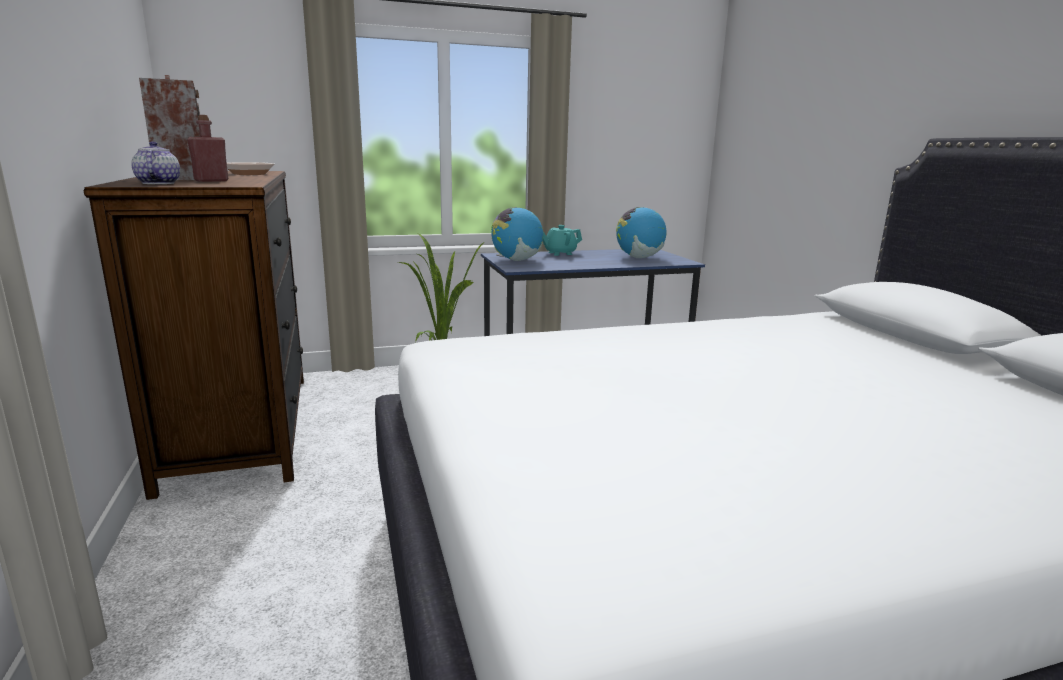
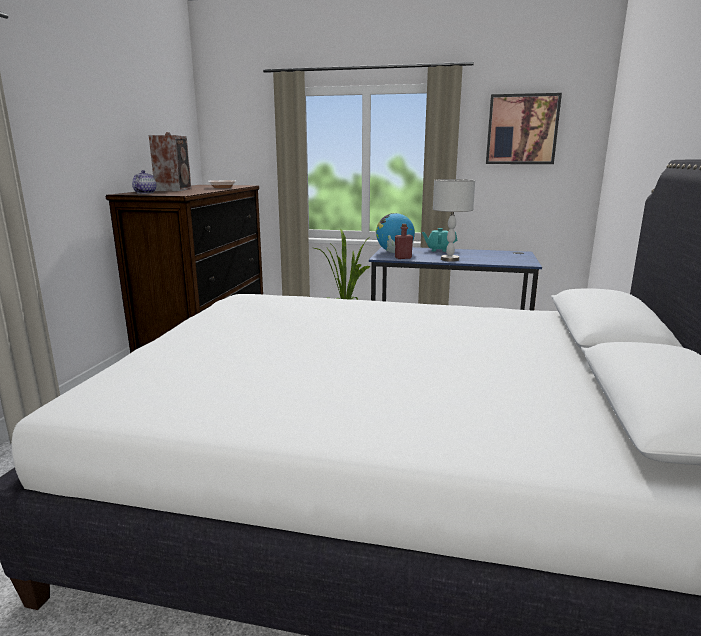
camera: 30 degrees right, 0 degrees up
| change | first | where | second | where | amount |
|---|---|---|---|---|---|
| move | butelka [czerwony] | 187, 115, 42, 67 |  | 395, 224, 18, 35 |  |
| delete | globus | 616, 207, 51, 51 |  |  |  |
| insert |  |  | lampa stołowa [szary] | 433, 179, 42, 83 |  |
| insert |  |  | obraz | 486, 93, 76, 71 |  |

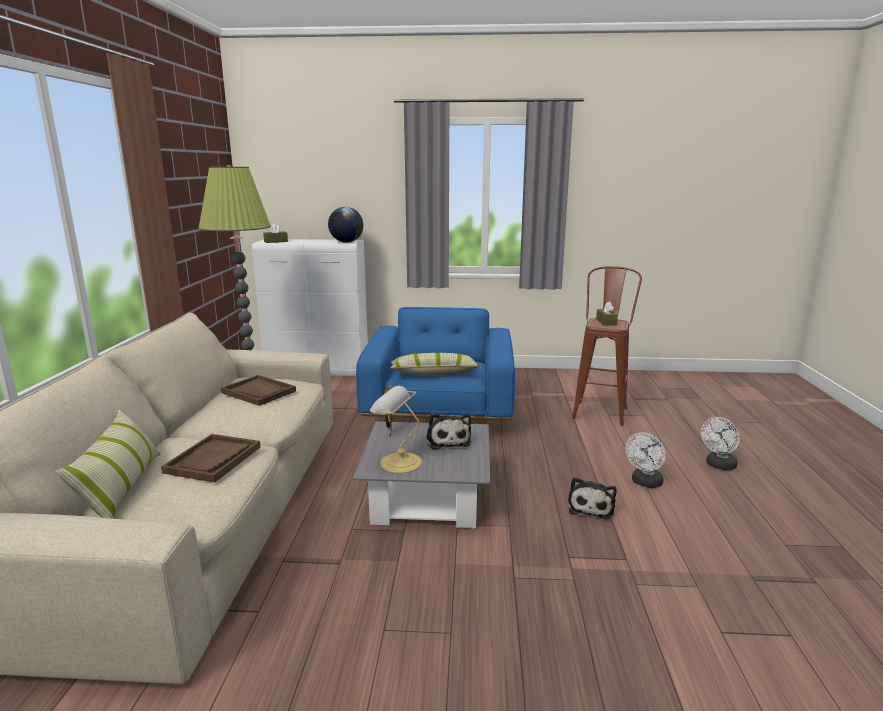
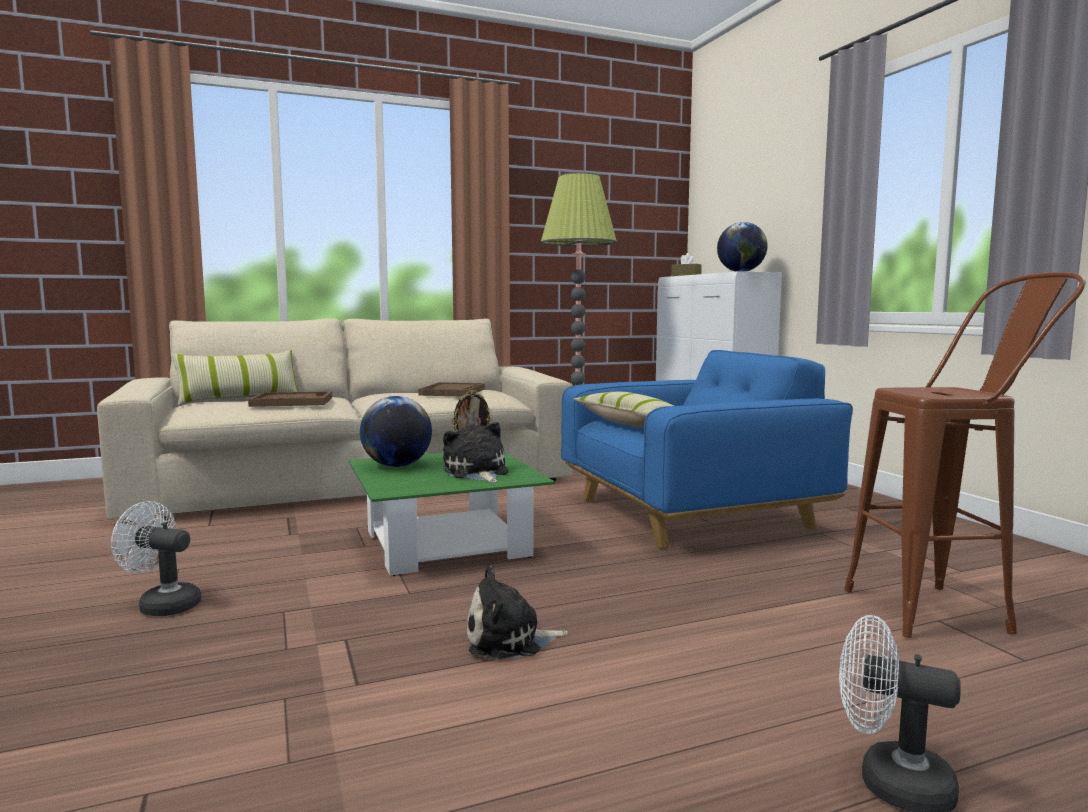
camera: 65 degrees right, 10 degrees down
| change | first | where | second | where | amount |
|---|---|---|---|---|---|
| recolor | ława [szary] | 353, 422, 137, 106 | ława [zielony] | 349, 452, 206, 124 |  |
| replace | lampa stołowa | 370, 386, 52, 87 | globus | 360, 396, 72, 71 |  |
| rotate | pluszak | 426, 413, 45, 37 |  | 443, 422, 65, 61 | 105 degrees clockwise |
| delete | pudełko chusteczek [brązowy] | 596, 302, 22, 24 |  |  |  |
| move | wentylator [biały] | 626, 432, 39, 56 |  | 111, 501, 90, 115 |  |

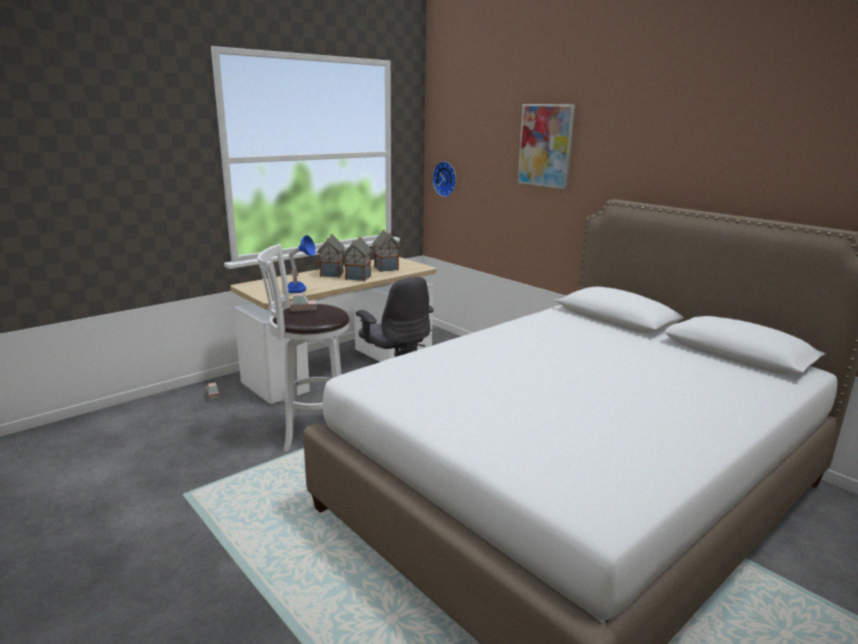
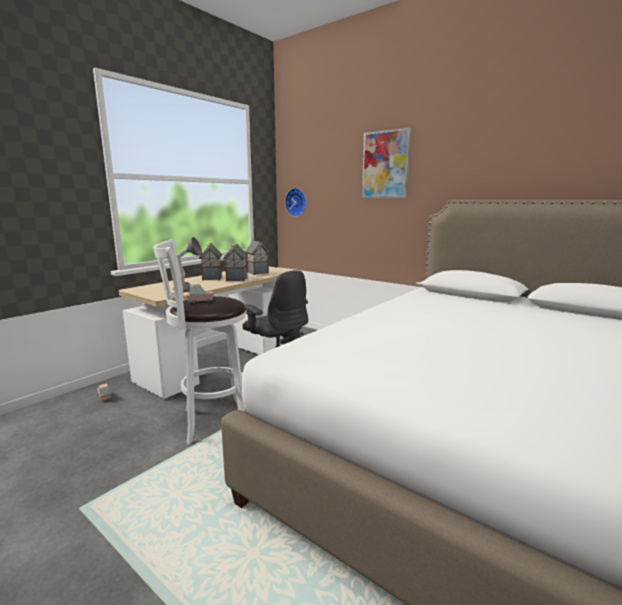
camera: 10 degrees left, 5 degrees down
| change | first | where | second | where | amount |
|---|---|---|---|---|---|
| recolor | lampa stołowa [niebieski] | 288, 235, 28, 58 | lampa stołowa [szary] | 173, 237, 29, 55 |  |

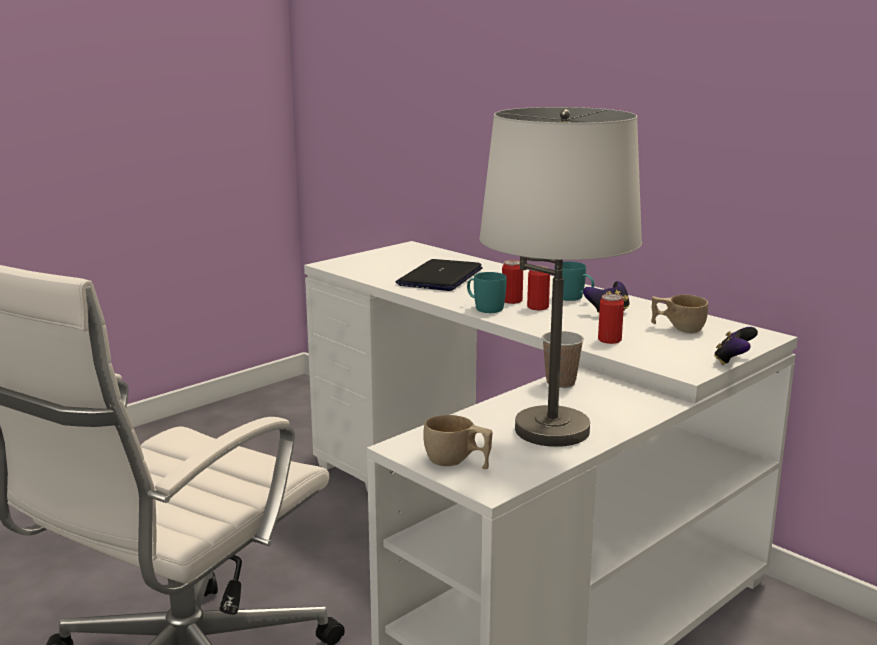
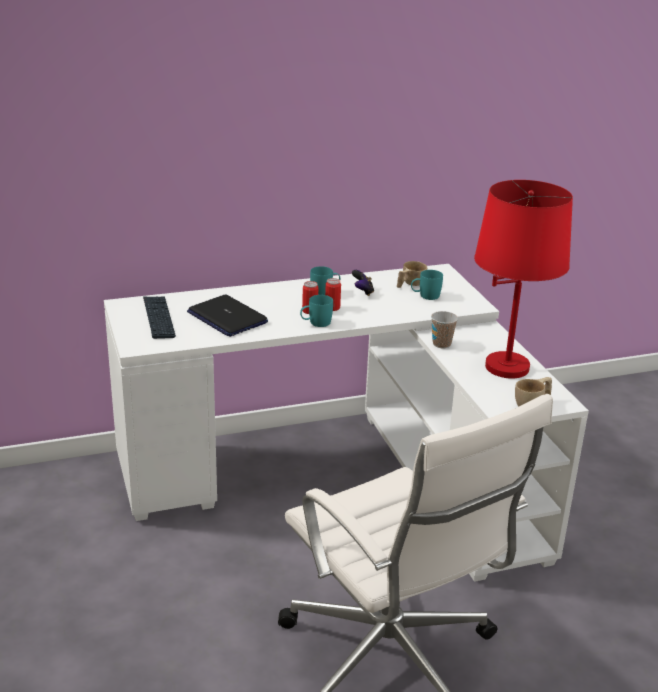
camera: 65 degrees left, 10 degrees up
| change | first | where | second | where | amount |
|---|---|---|---|---|---|
| recolor | lampa stołowa [biały] | 479, 107, 163, 340 | lampa stołowa [czerwony] | 474, 180, 99, 198 |  |
| delete | puszka | 598, 294, 26, 50 |  |  |  |
| delete | pad do gier | 714, 327, 44, 38 |  |  |  |
| insert |  |  | klawiatura | 143, 296, 33, 43 |  |
| insert |  |  | kubek [turkusowy] | 411, 270, 32, 30 |  |

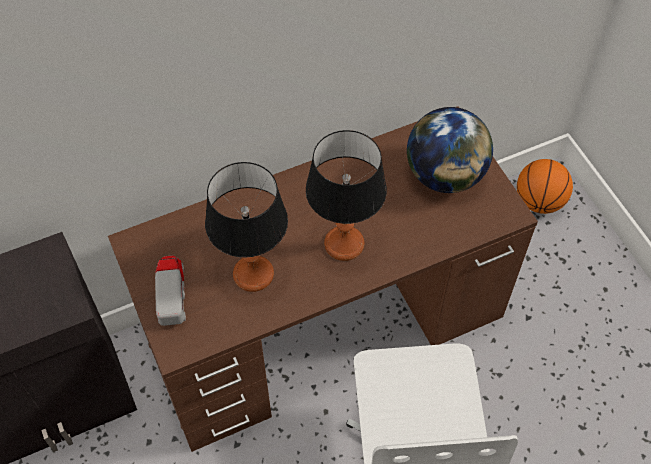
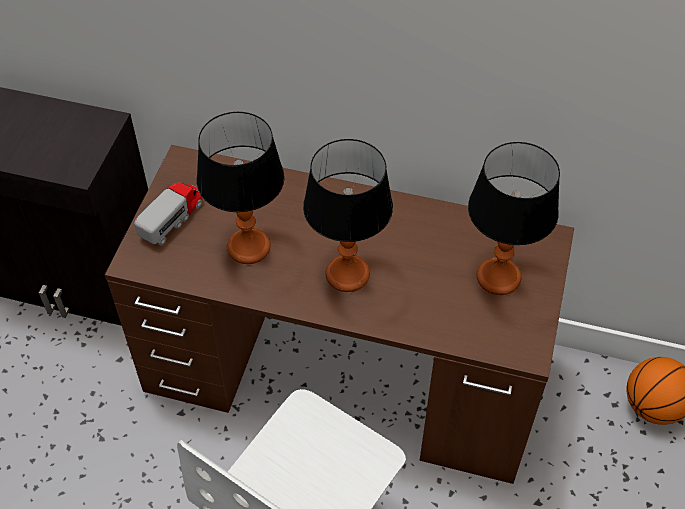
camera: 40 degrees right, 5 degrees down
| change | first | where | second | where | amount |
|---|---|---|---|---|---|
| replace | globus | 407, 107, 86, 86 | lampa stołowa | 468, 142, 92, 153 |  |

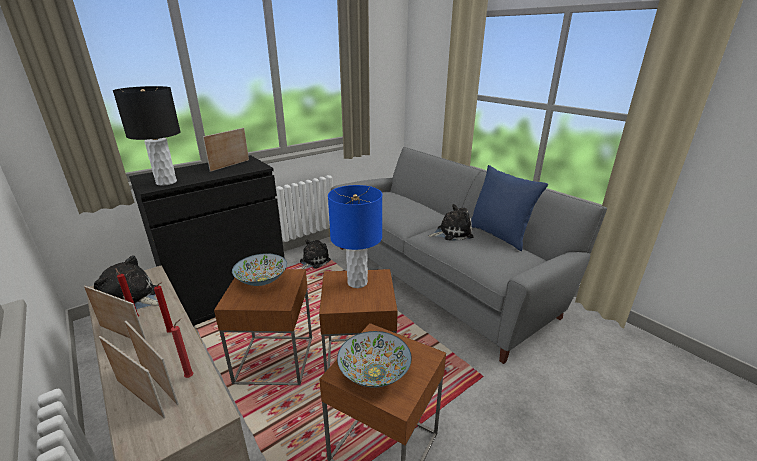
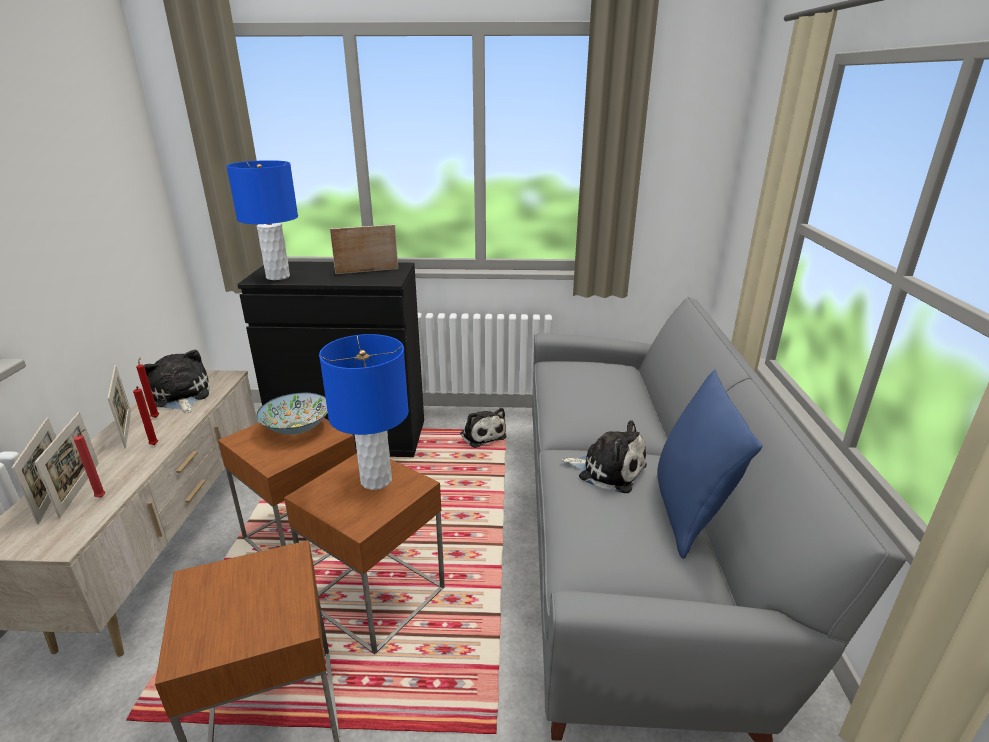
camera: 40 degrees right, 0 degrees up
| change | first | where | second | where | amount |
|---|---|---|---|---|---|
| recolor | lampa stołowa [czarny] | 113, 86, 68, 100 | lampa stołowa [niebieski] | 227, 160, 71, 120 |  |
| rotate | pluszak | 300, 240, 31, 29 |  | 460, 408, 47, 40 | 75 degrees clockwise |
| delete | miska | 337, 331, 75, 57 |  |  |  |

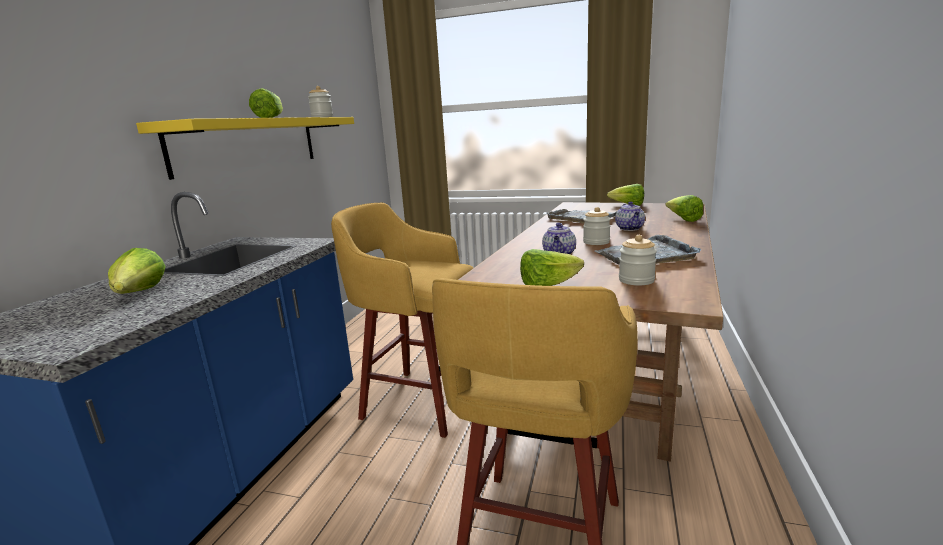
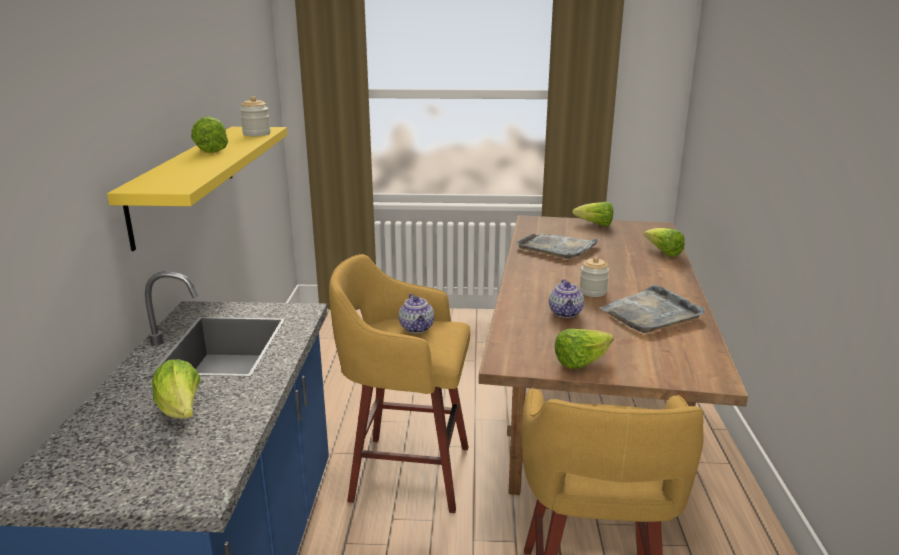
camera: 15 degrees left, 5 degrees up
| change | first | where | second | where | amount |
|---|---|---|---|---|---|
| move | imbryk | 615, 201, 30, 30 |  | 399, 294, 35, 39 |  |
| delete | słoik | 619, 235, 38, 50 |  |  |  |

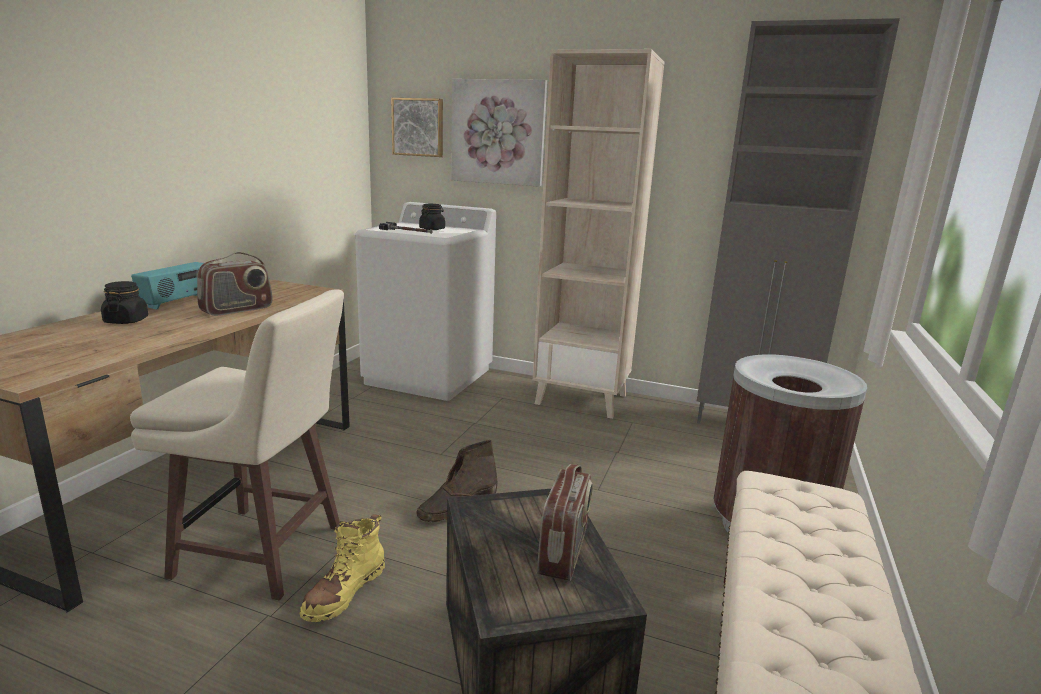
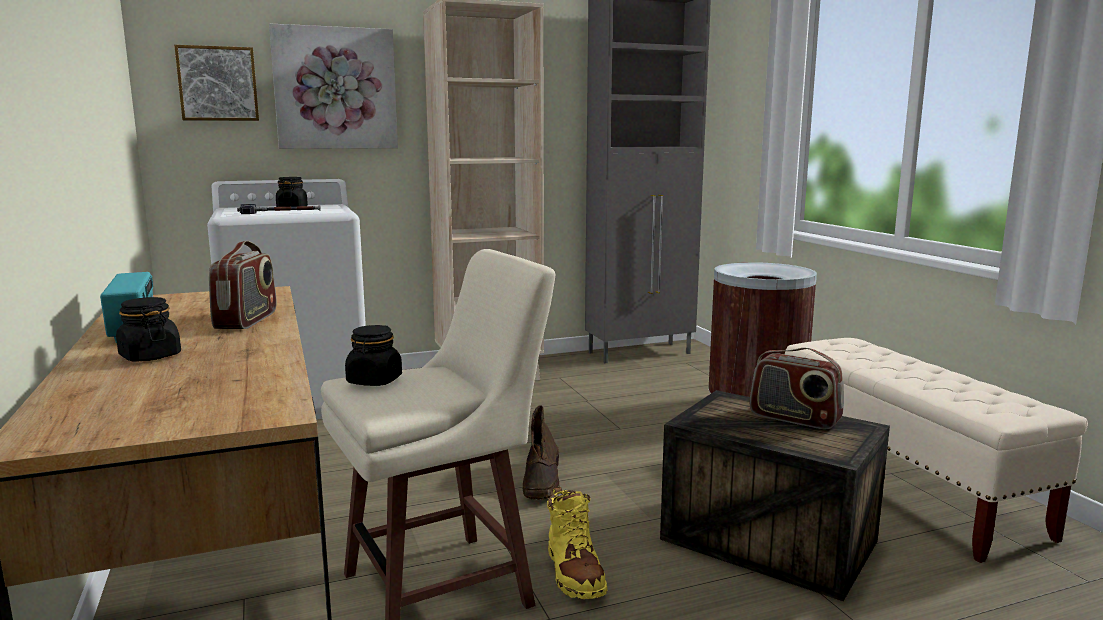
camera: 40 degrees left, 5 degrees down
| change | first | where | second | where | amount |
|---|---|---|---|---|---|
| rotate | radio | 537, 464, 55, 117 |  | 750, 348, 94, 81 | 150 degrees clockwise |
| insert |  |  | słoik [czarny] | 345, 325, 57, 61 |  |

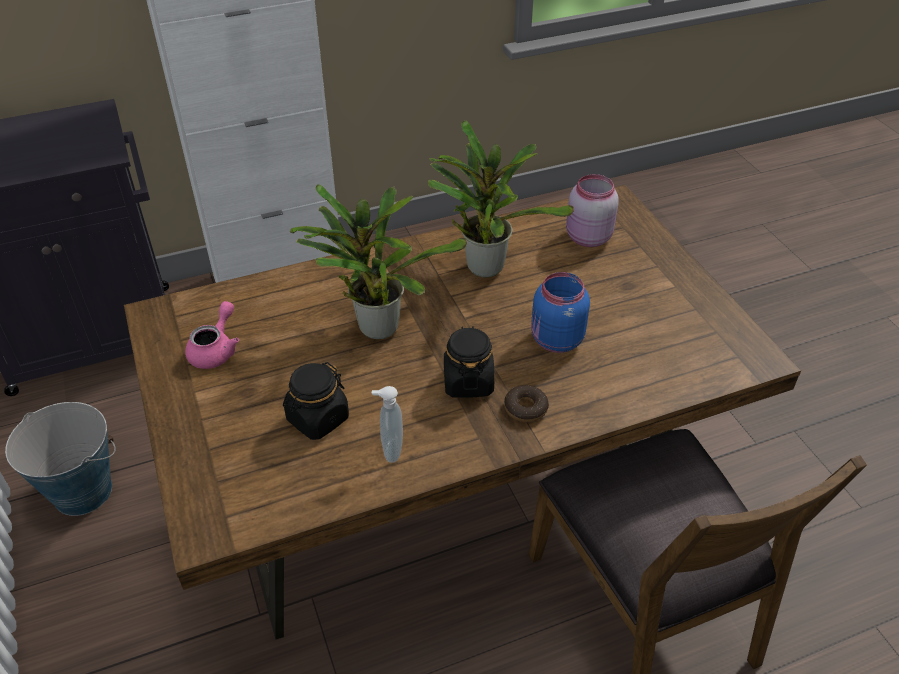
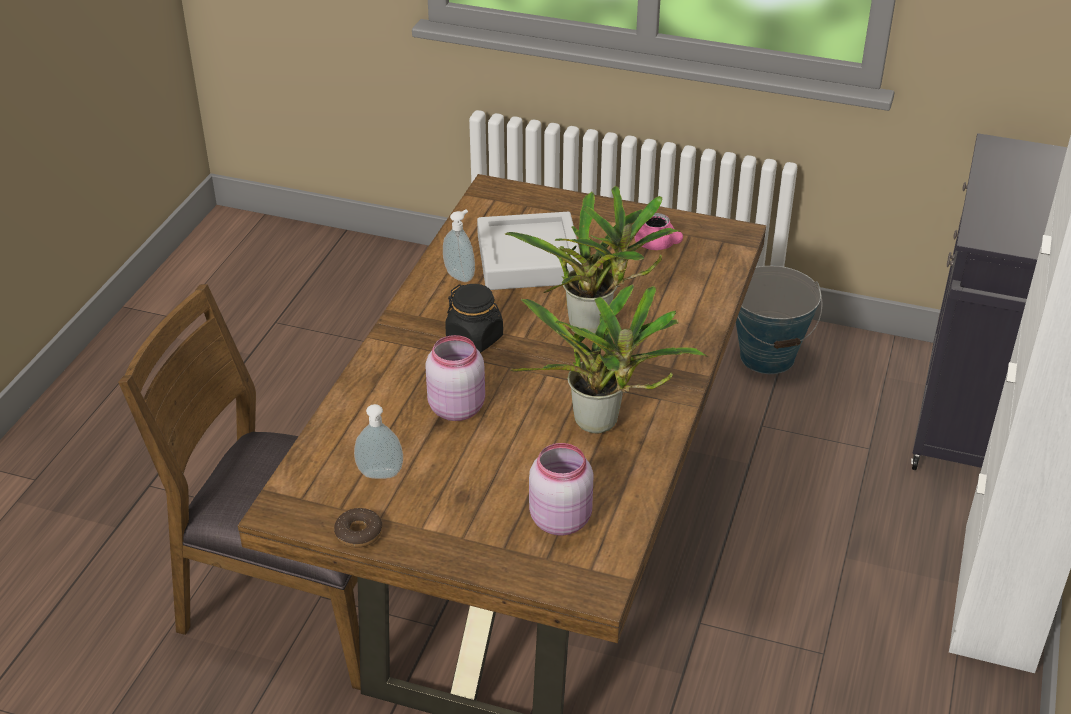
camera: 130 degrees right, 5 degrees down
| change | first | where | second | where | amount |
|---|---|---|---|---|---|
| replace | słoik [czarny] | 283, 362, 66, 78 | taca [szary] | 477, 212, 105, 78 |  |
| move | donut | 504, 385, 45, 37 |  | 334, 508, 48, 40 |  |
| recolor | słoik [niebieski] | 531, 272, 59, 81 | słoik [różowy] | 425, 335, 60, 86 |  |
| insert |  |  | dozownik mydła | 354, 404, 49, 75 |  |

